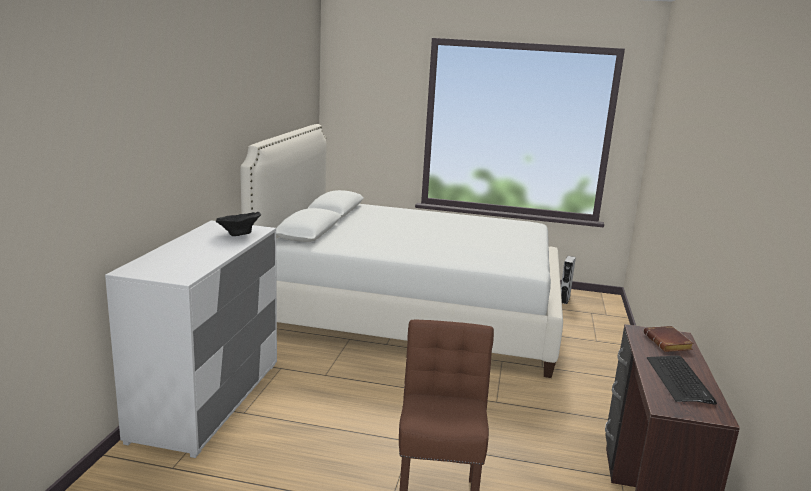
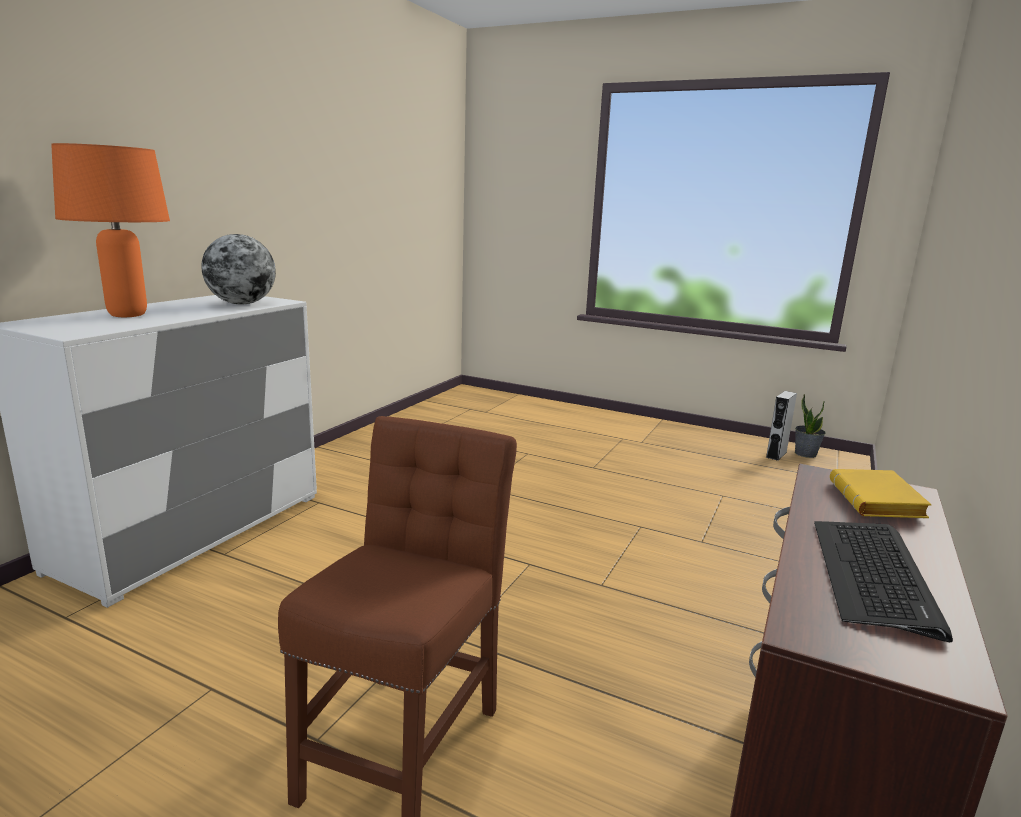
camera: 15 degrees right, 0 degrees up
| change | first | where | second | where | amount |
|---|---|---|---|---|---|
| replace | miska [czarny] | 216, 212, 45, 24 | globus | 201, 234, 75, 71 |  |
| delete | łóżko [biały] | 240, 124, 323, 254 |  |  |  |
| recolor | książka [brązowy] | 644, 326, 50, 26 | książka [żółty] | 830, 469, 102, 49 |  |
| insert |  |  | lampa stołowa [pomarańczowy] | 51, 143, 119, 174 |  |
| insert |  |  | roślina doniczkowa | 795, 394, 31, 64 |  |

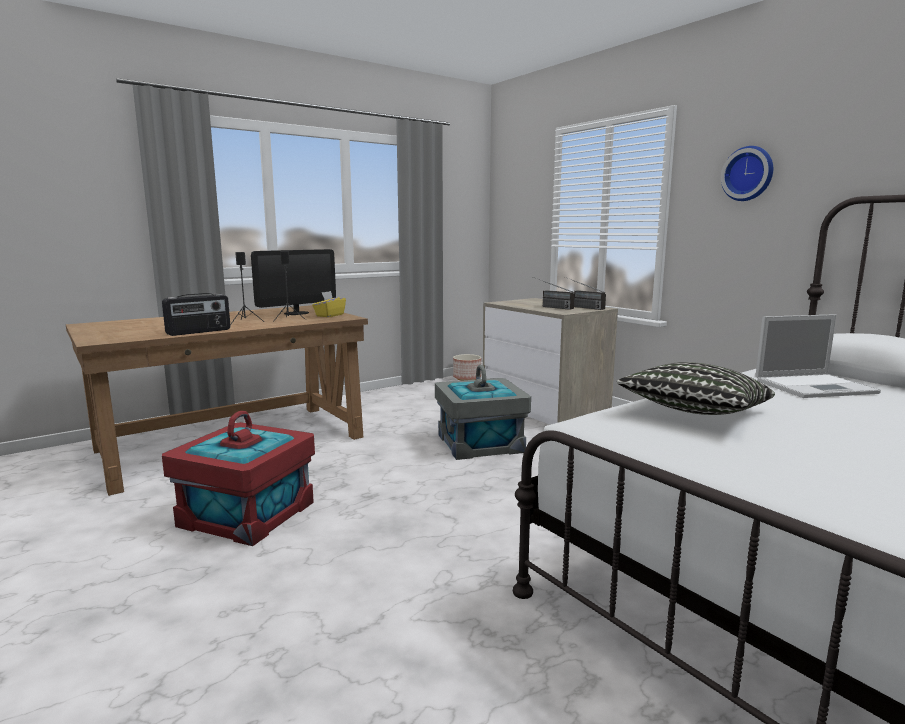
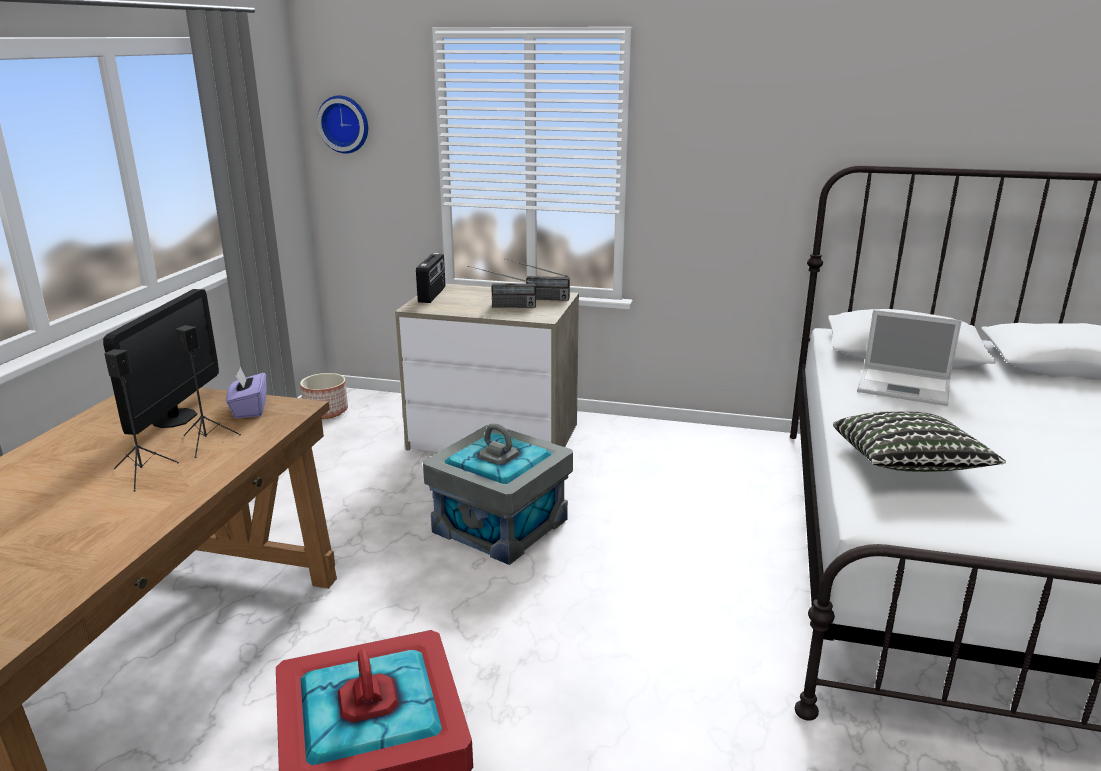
camera: 40 degrees left, 10 degrees up
| change | first | where | second | where | amount |
|---|---|---|---|---|---|
| move | radio | 162, 293, 69, 43 |  | 416, 253, 29, 50 |  |
| recolor | pudełko chusteczek [żółty] | 312, 291, 34, 26 | pudełko chusteczek [fioletowy] | 226, 367, 40, 51 |  |
| move | zegar ścienny | 721, 146, 52, 55 |  | 317, 95, 51, 58 |  |
| rotate | laptop | 755, 314, 126, 84 |  | 857, 310, 105, 96 | 75 degrees clockwise |

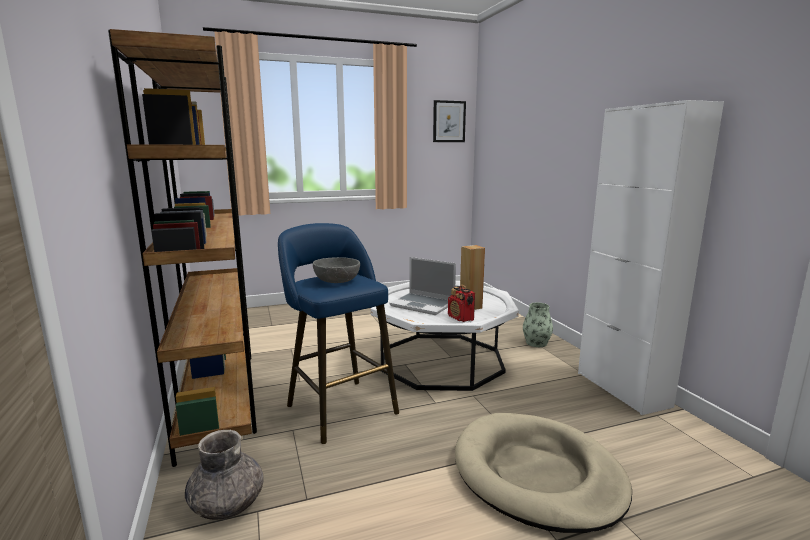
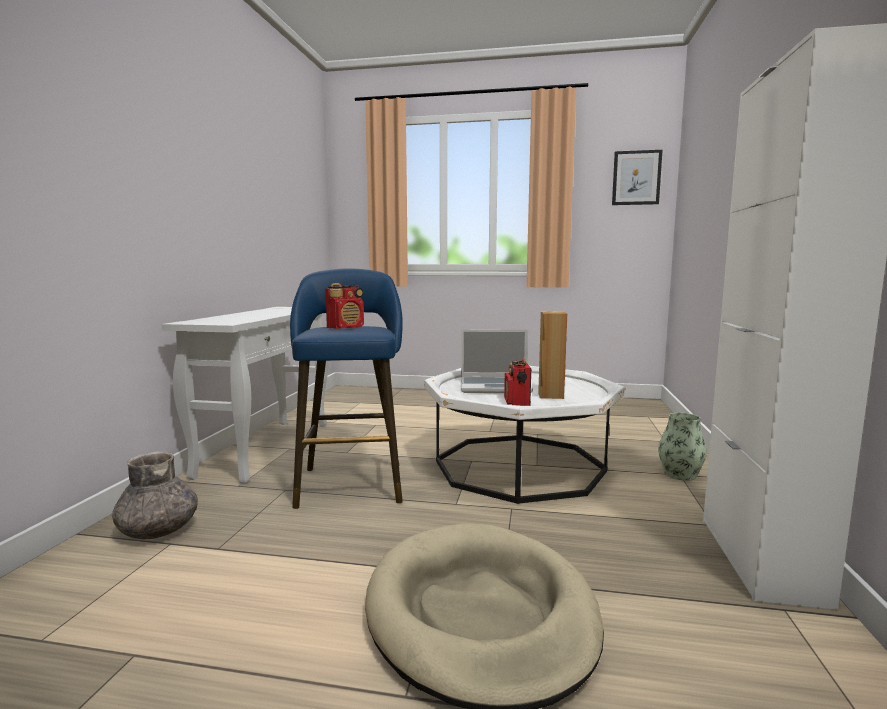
camera: 30 degrees right, 5 degrees down
| change | first | where | second | where | amount |
|---|---|---|---|---|---|
| replace | regał [brązowy] | 108, 29, 149, 438 | stolik konsolowy [biały] | 162, 307, 167, 177 |  |
| replace | miska [szary] | 313, 257, 47, 26 | radio | 326, 283, 38, 46 |  |
| rotate | laptop | 390, 257, 66, 58 |  | 461, 330, 72, 63 | 60 degrees counterclockwise |

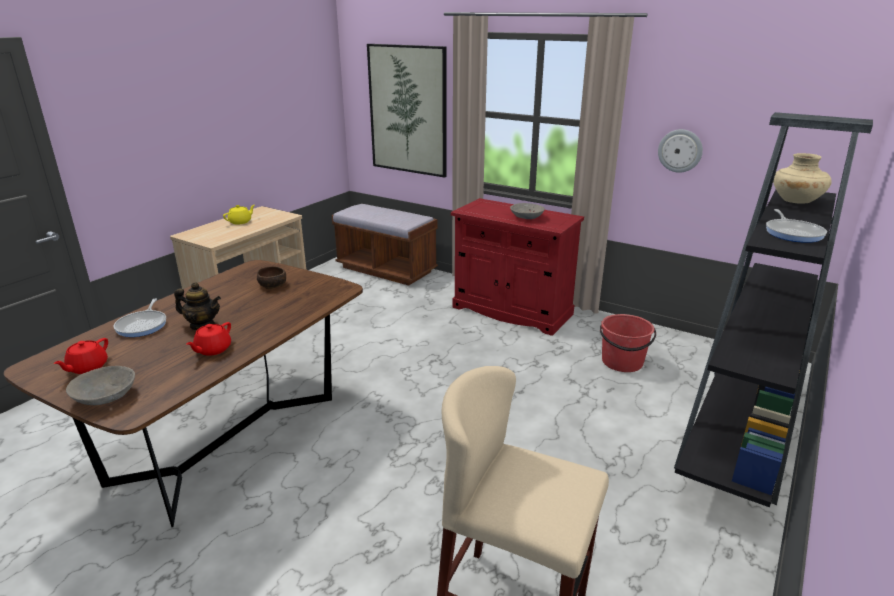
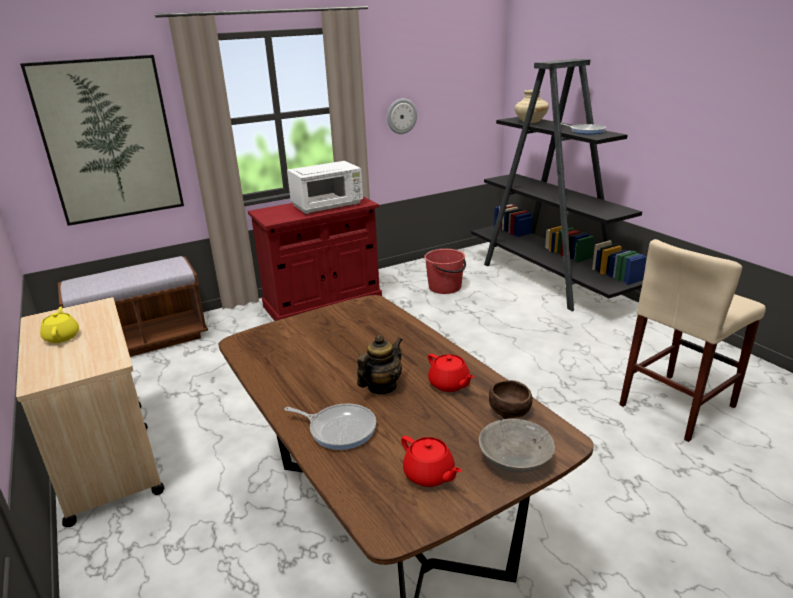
camera: 60 degrees left, 0 degrees up
| change | first | where | second | where | amount |
|---|---|---|---|---|---|
| move | miska [brązowy] | 257, 266, 29, 23 |  | 489, 380, 43, 39 |  |
| replace | miska [szary] | 510, 203, 35, 16 | mikrofalówka [biały] | 287, 161, 76, 53 |  |

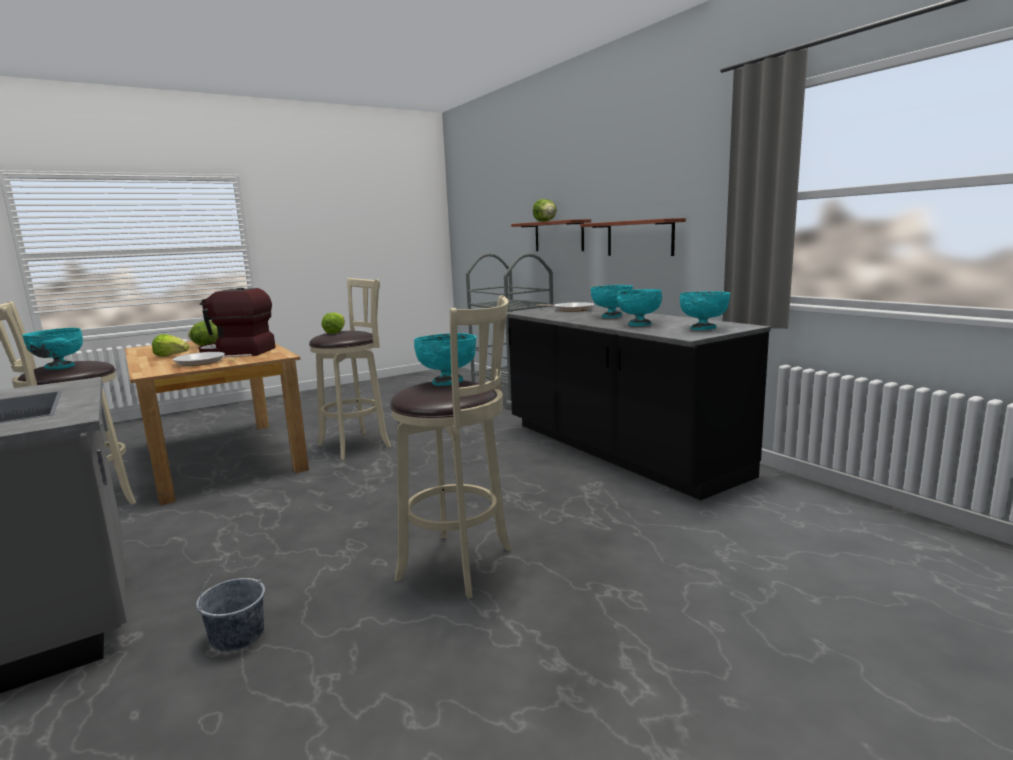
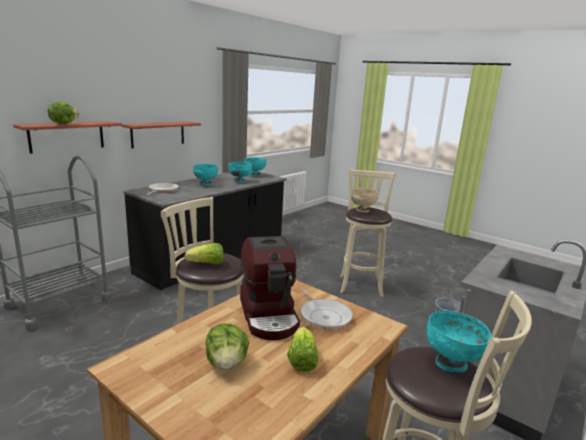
camera: 110 degrees left, 5 degrees up
| change | first | where | second | where | amount |
|---|---|---|---|---|---|
| recolor | miska [turkusowy] | 414, 333, 62, 53 | miska [beżowy] | 351, 188, 27, 25 |  |

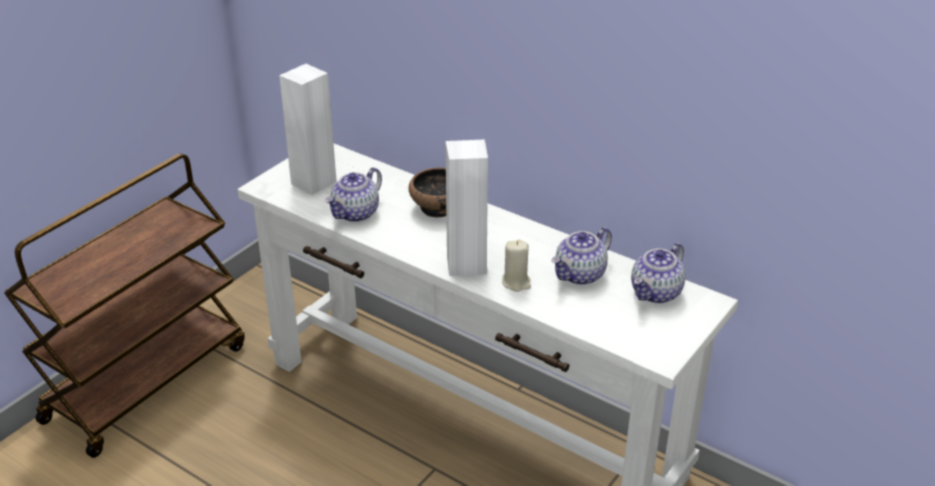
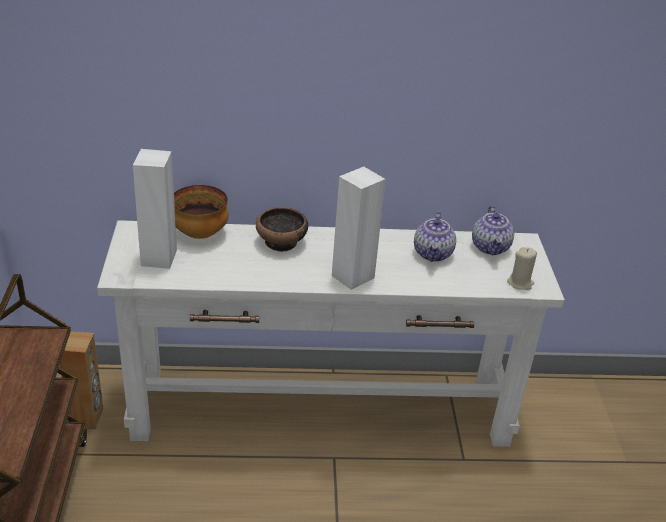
camera: 40 degrees left, 0 degrees up
| change | first | where | second | where | amount |
|---|---|---|---|---|---|
| delete | imbryk | 325, 167, 57, 55 |  |  |  |
| move | świeca [beżowy] | 502, 239, 29, 53 |  | 507, 247, 30, 43 |  |
| insert |  |  | głośnik [brązowy] | 60, 332, 44, 97 |  |
| insert |  |  | miska | 174, 185, 55, 54 |  |

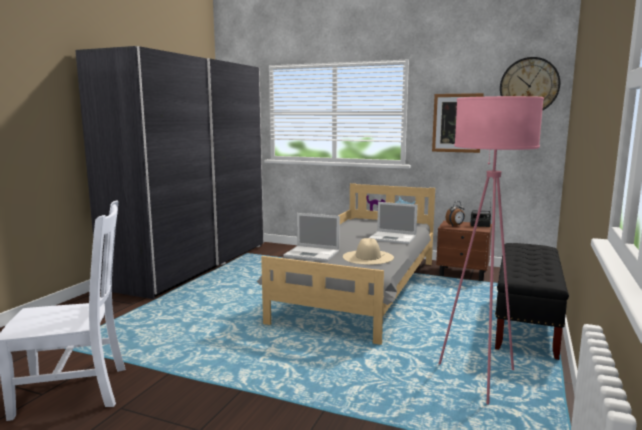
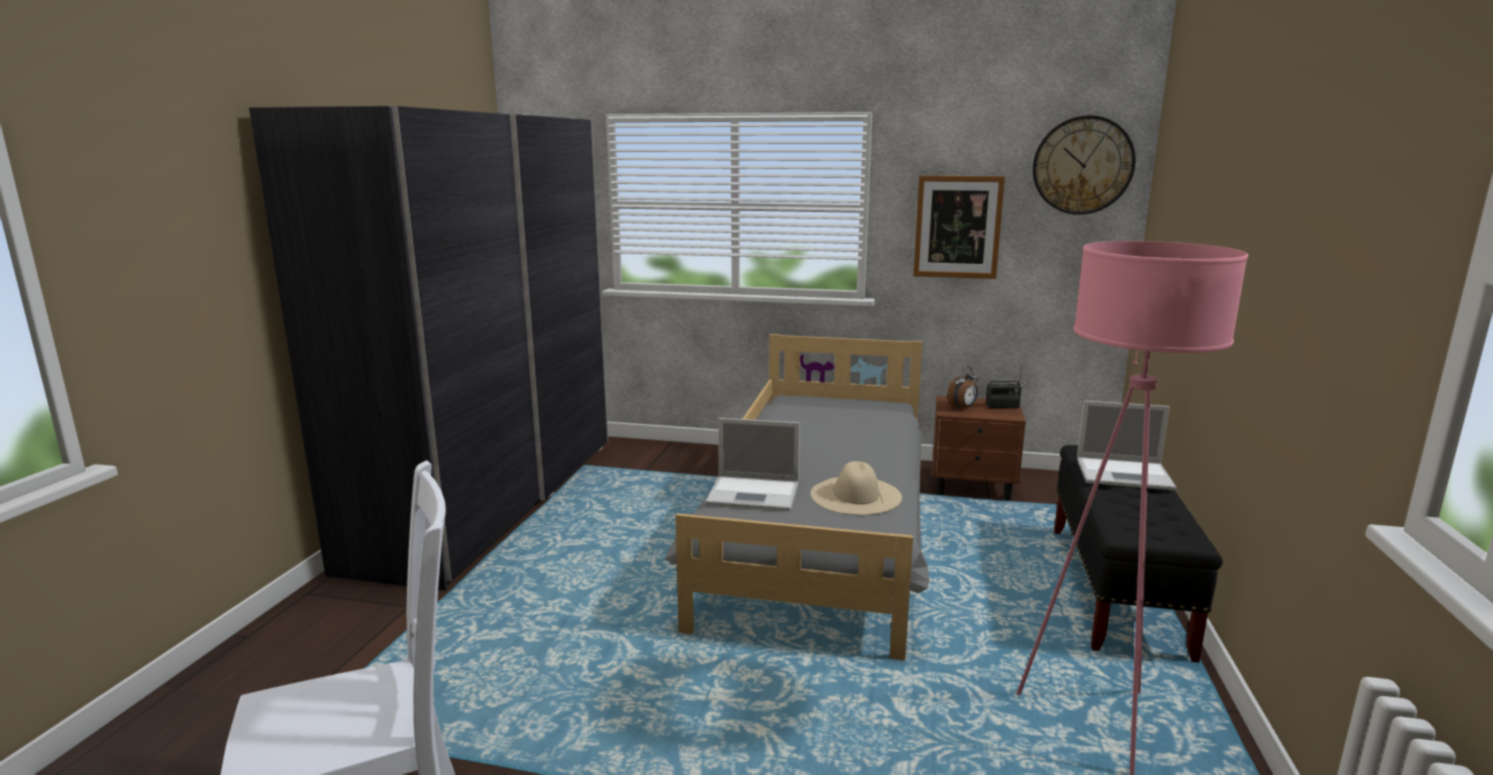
camera: 10 degrees left, 5 degrees up
| change | first | where | second | where | amount |
|---|---|---|---|---|---|
| move | laptop | 369, 202, 49, 42 |  | 1077, 401, 100, 89 |  |

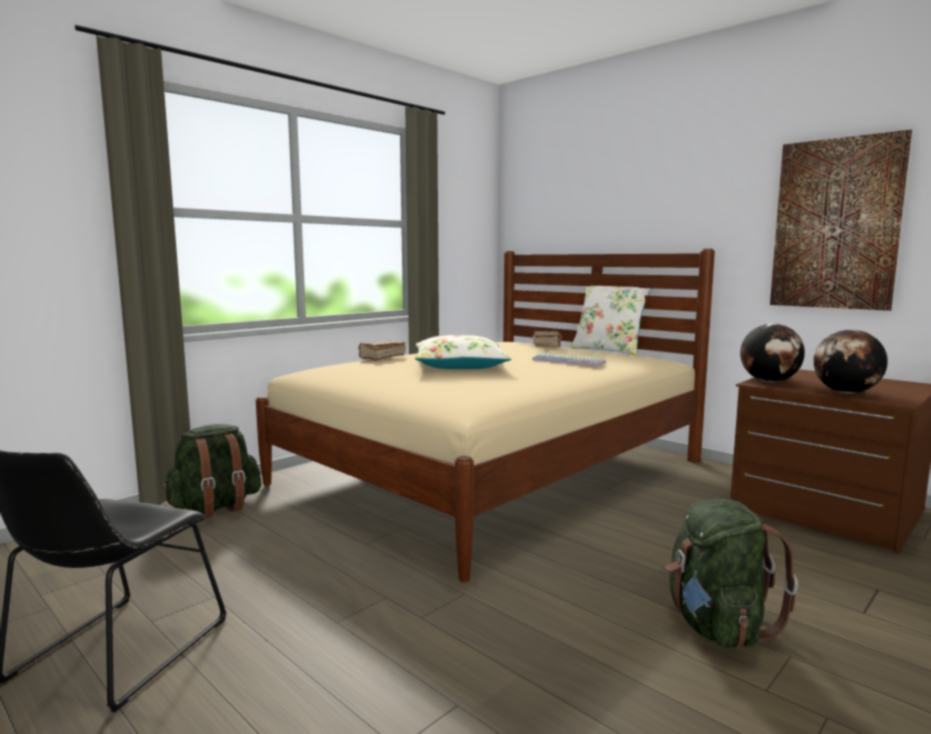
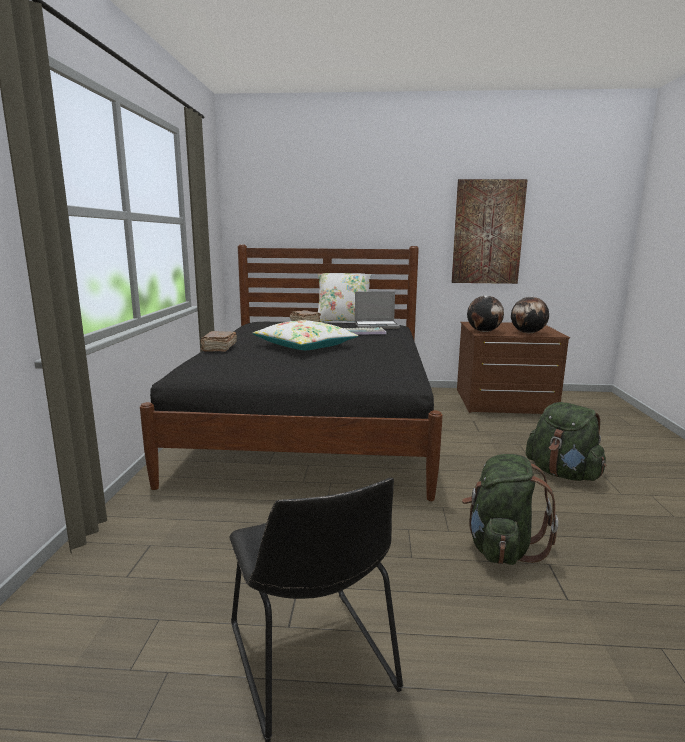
camera: 40 degrees left, 5 degrees up
| change | first | where | second | where | amount |
|---|---|---|---|---|---|
| move | plecak [zielony] | 162, 424, 99, 94 |  | 462, 454, 96, 111 |  |
| recolor | łóżko [beżowy] | 256, 249, 459, 333 | łóżko [czarny] | 140, 245, 303, 256 |  |
| insert |  |  | laptop | 355, 292, 45, 37 |  |

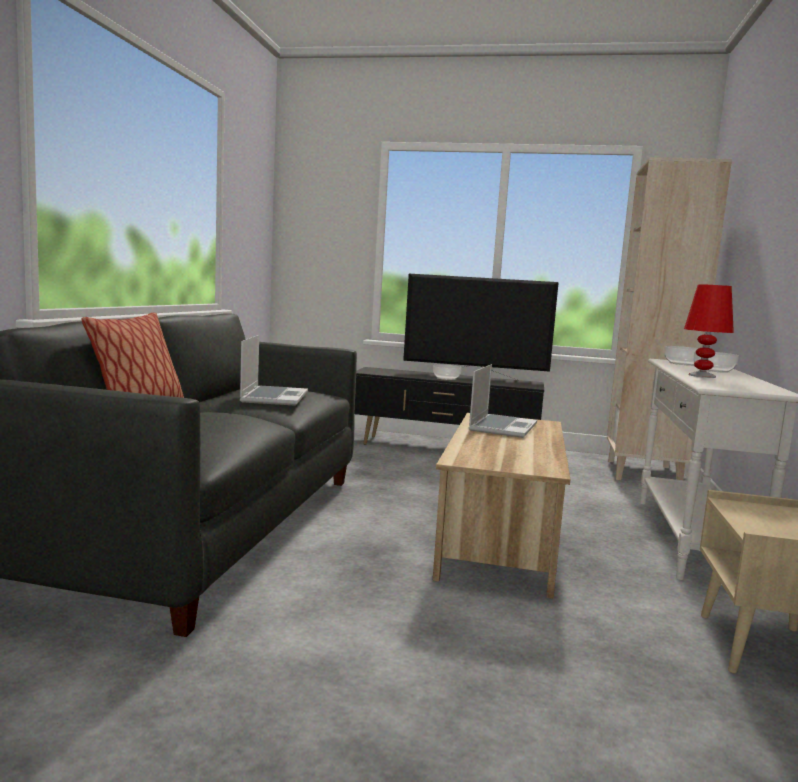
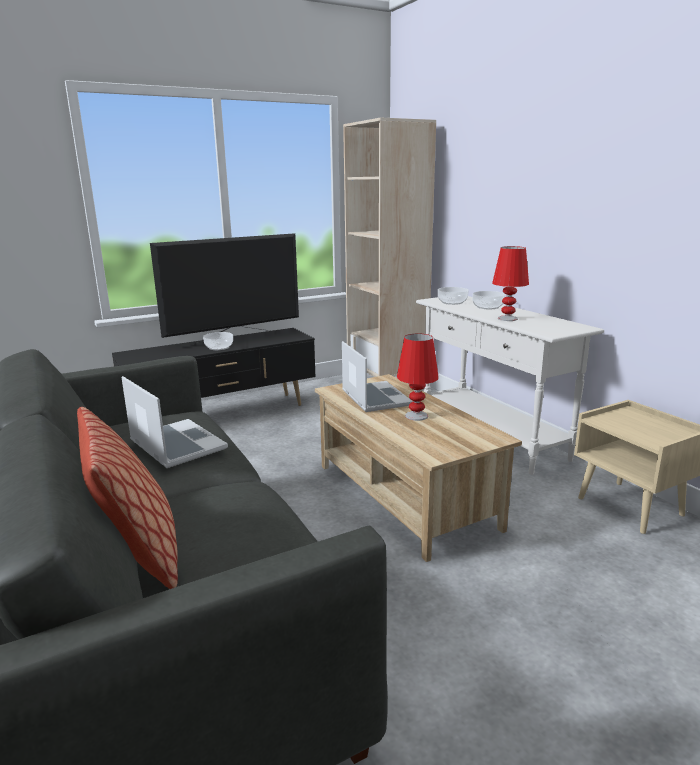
camera: 40 degrees left, 10 degrees up
| change | first | where | second | where | amount |
|---|---|---|---|---|---|
| insert |  |  | lampa stołowa [czerwony] | 397, 334, 42, 87 |  |

